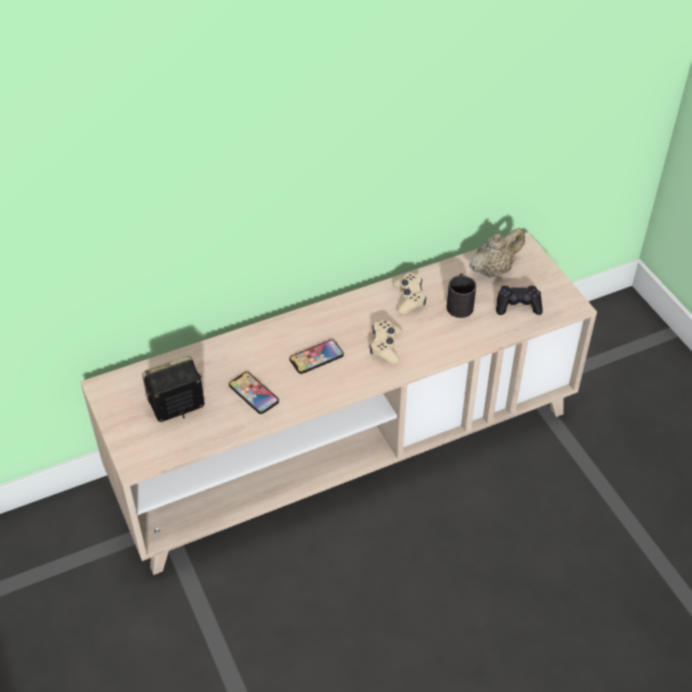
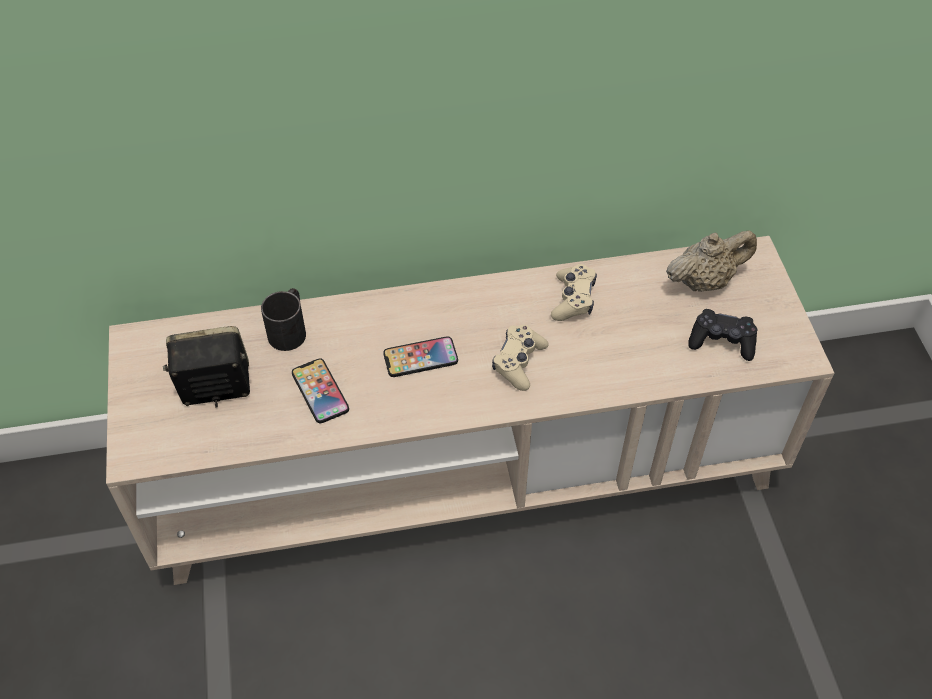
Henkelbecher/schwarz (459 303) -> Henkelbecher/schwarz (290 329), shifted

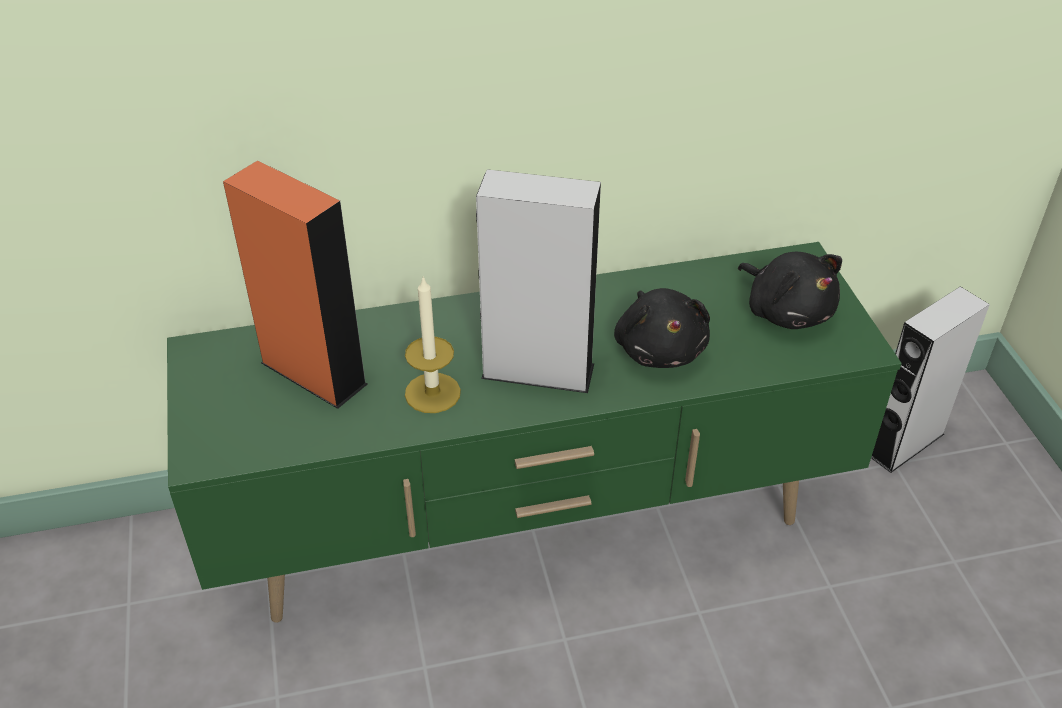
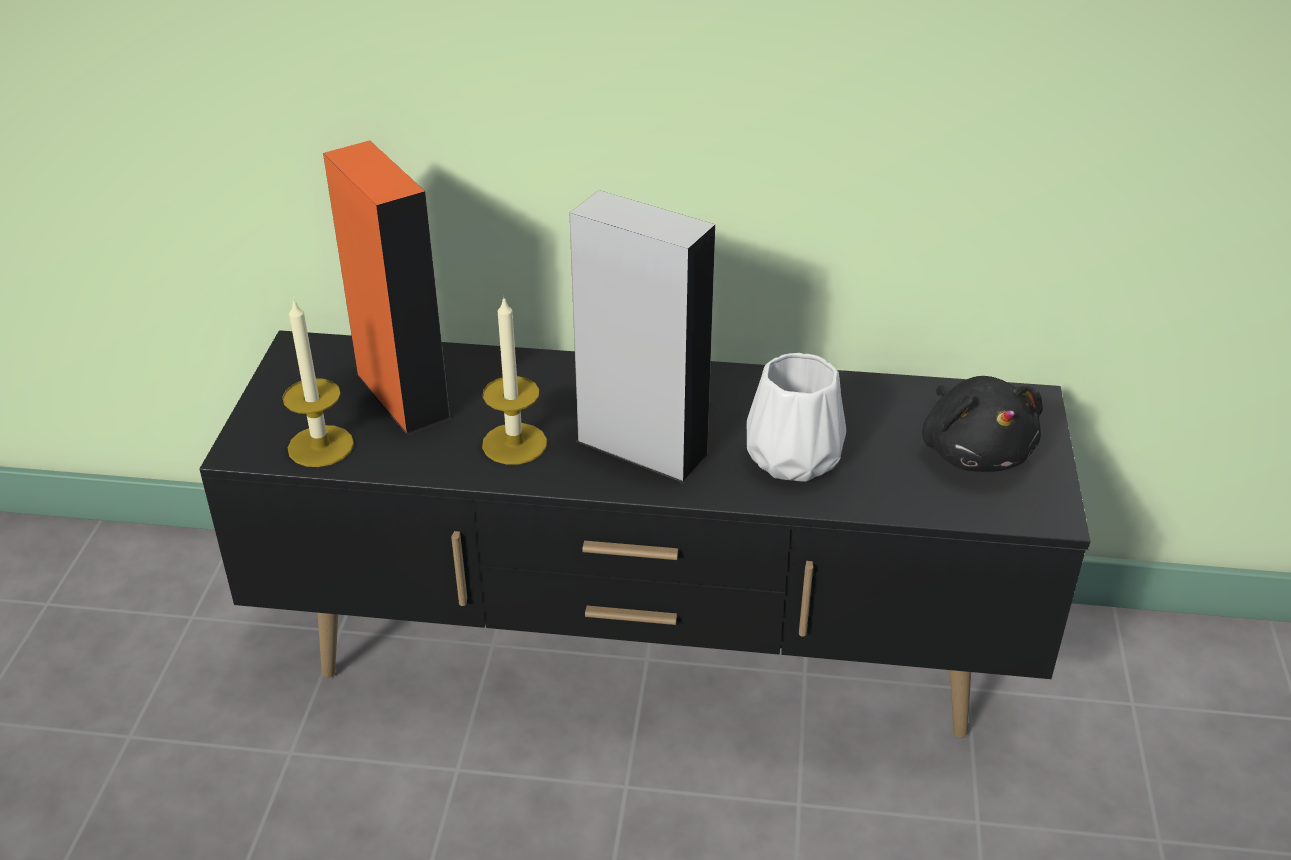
Fernsehschrank/grün (532 526) -> Fernsehschrank/schwarz (648 655)
none -> Kerze (320 446)
Plüschtier/schwarz (660 348) -> Vase/weiß (795 457)
Lautsprecher/grau (904 443) -> none

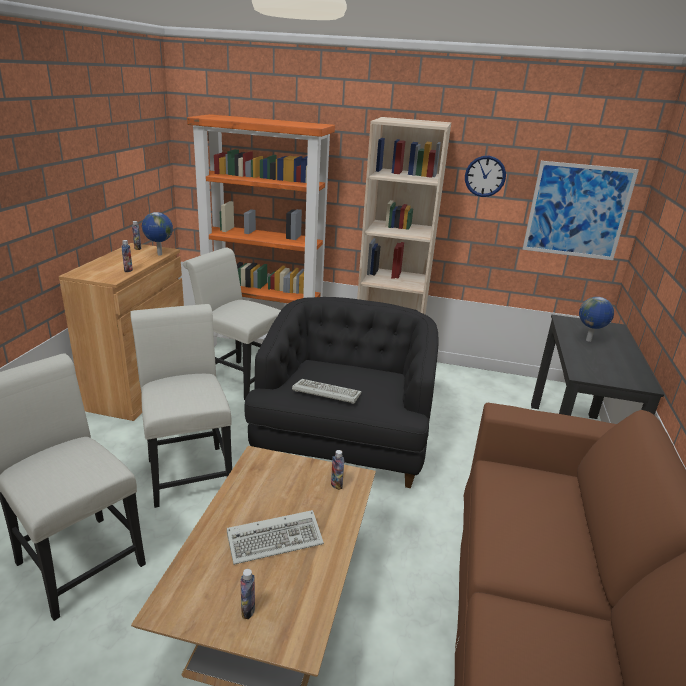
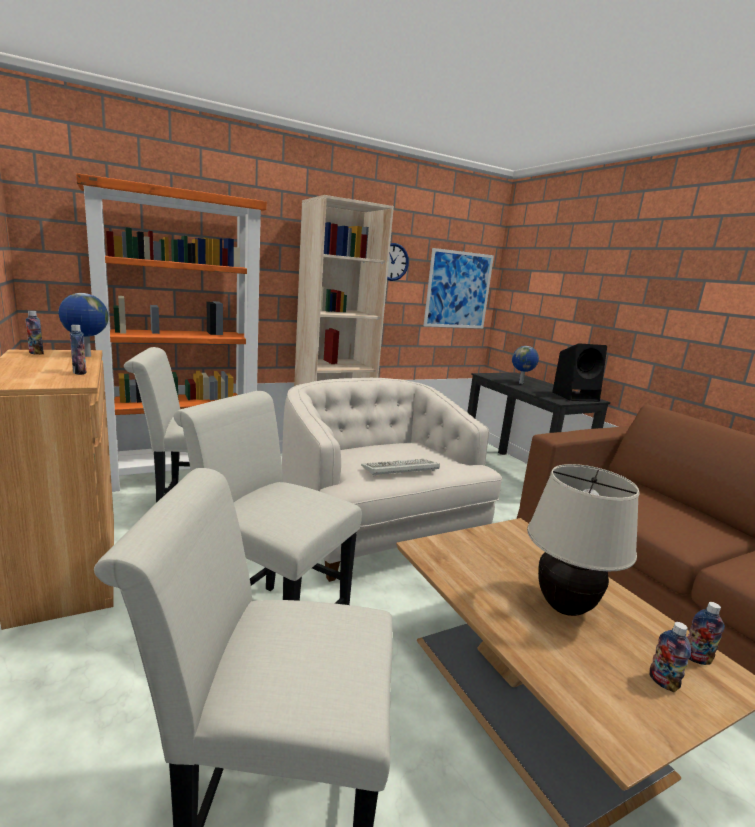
Sessel/schwarz (343 440) -> Sessel/weiß (377 530)
Tastatur (276 538) -> Tischlampe/beige (564 607)
none -> Lautsprecher/schwarz (576 396)
Flasche (336 485) -> Flasche (696 658), shifted

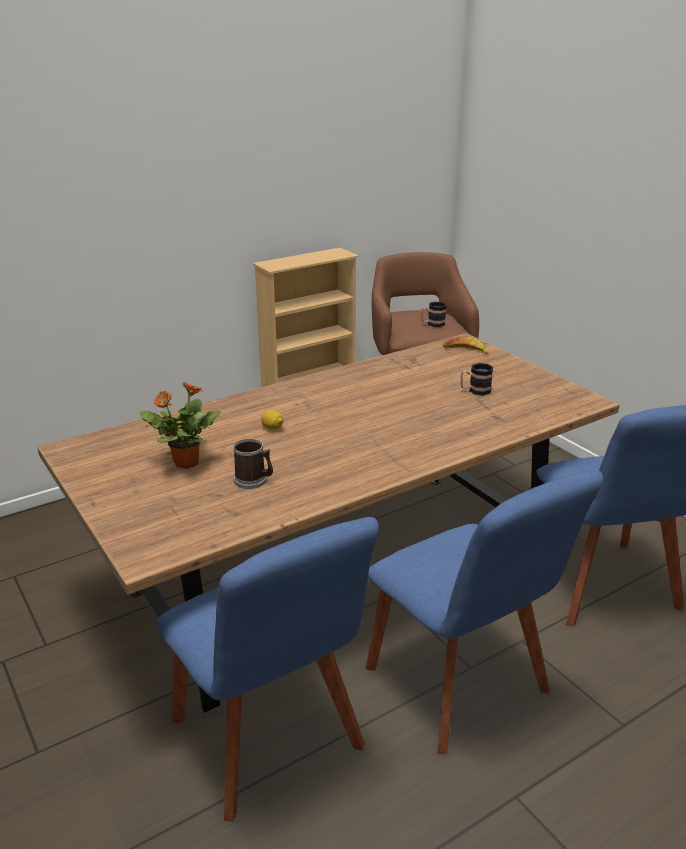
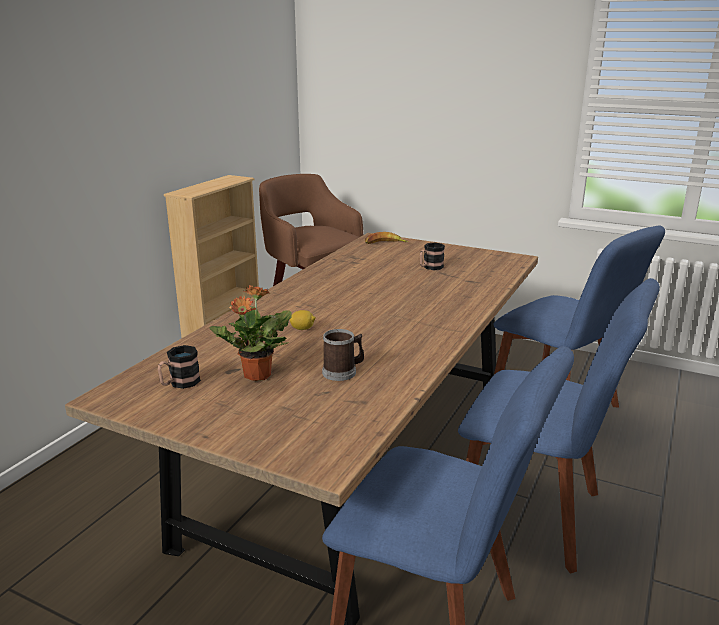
Henkelbecher (432 324) -> Henkelbecher (179 383), shifted

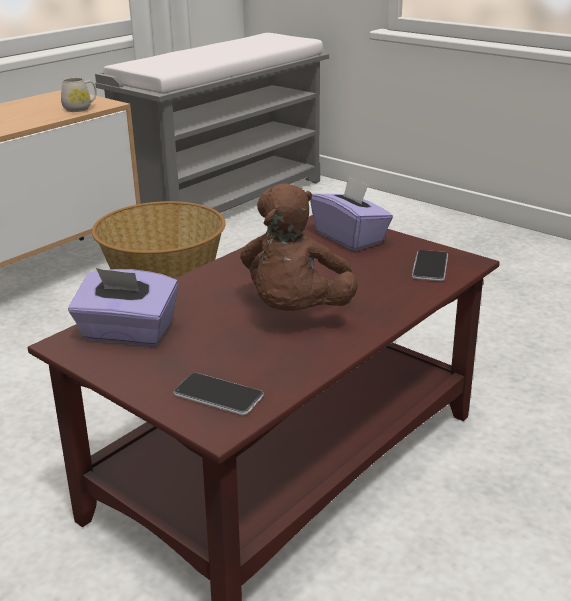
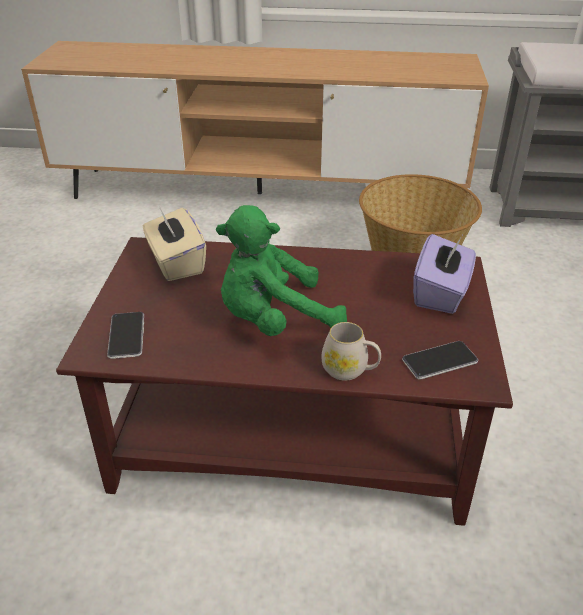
Taschentuchbox/lila (127 333) -> Taschentuchbox/beige (176 263)
Plüschtier/braun (296 312) -> Plüschtier/grün (274 320)
Henkelbecher/weiß (80 108) -> Henkelbecher/weiß (350 370), shifted

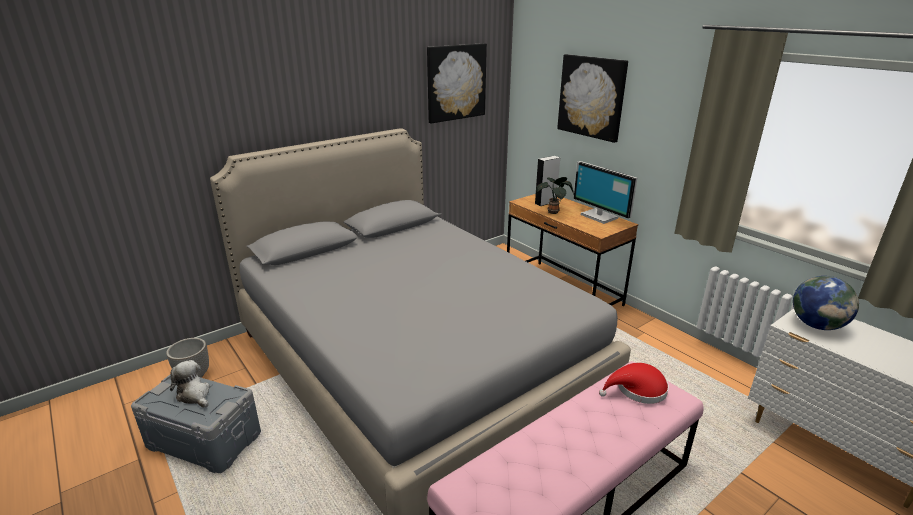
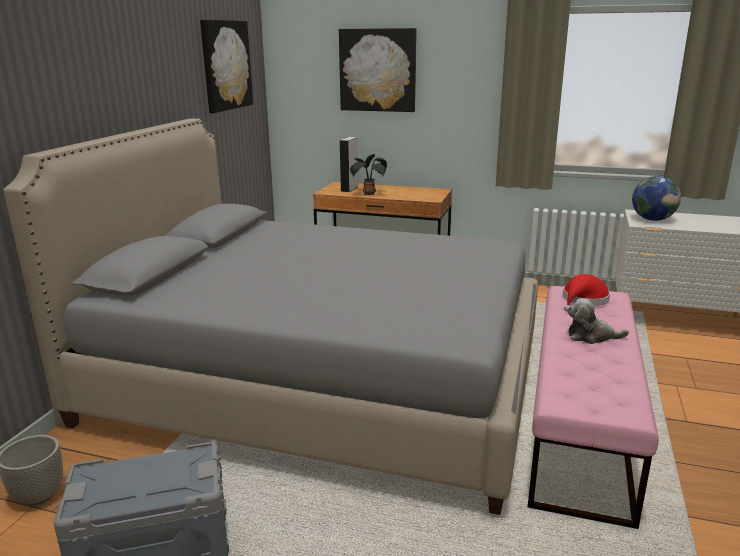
Plüschtier (194 395) -> Plüschtier (591 336), shifted
Monitor (600 216) -> none

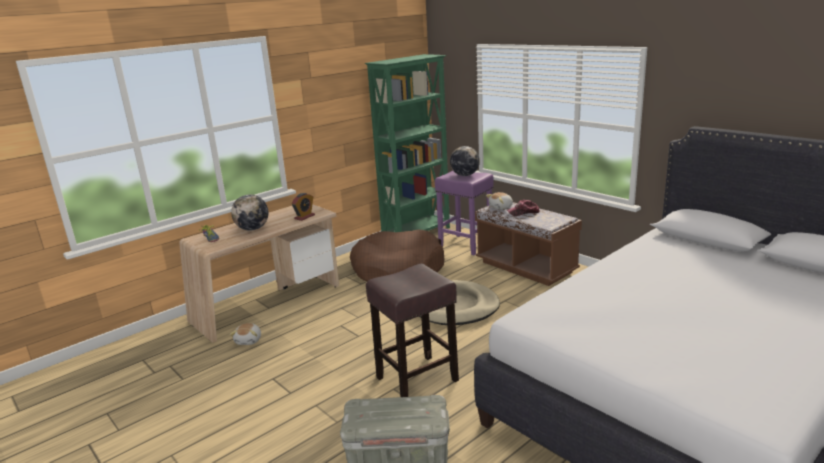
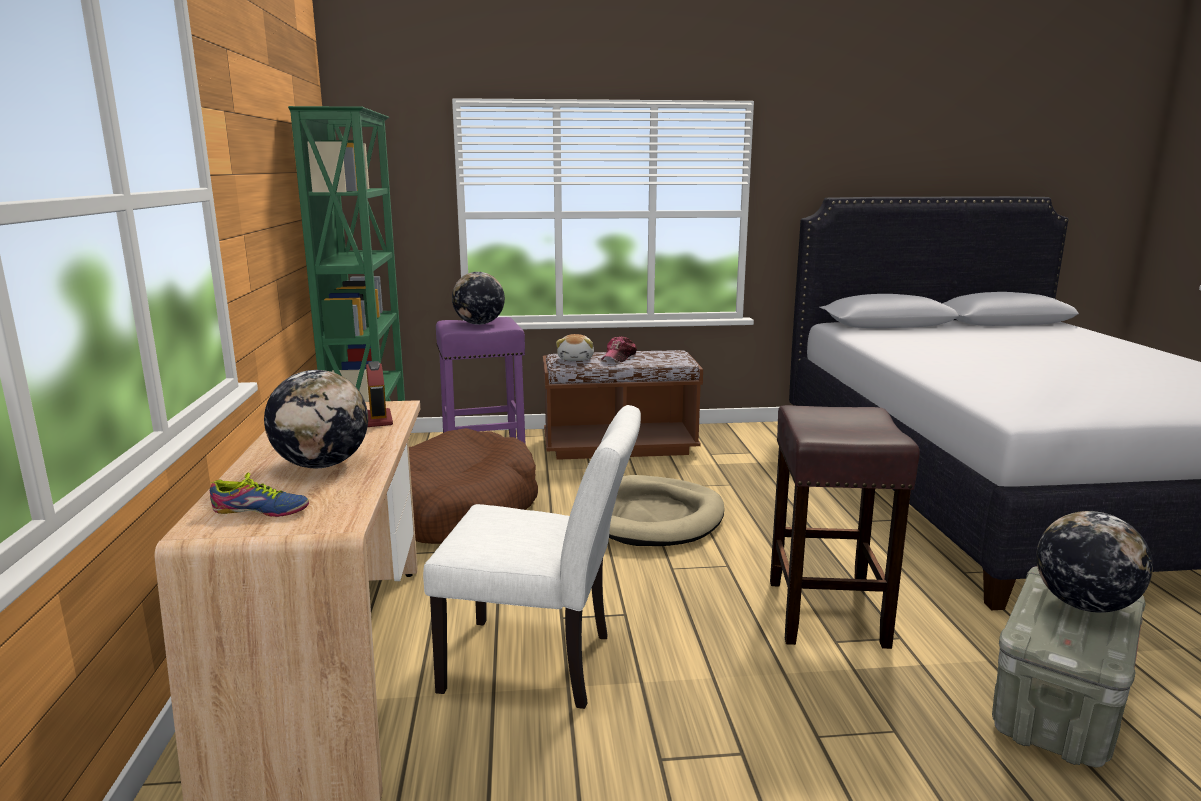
none -> Stuhl/weiß (542 664)
none -> Globus (1083 605)
Plüschtier (249 340) -> none

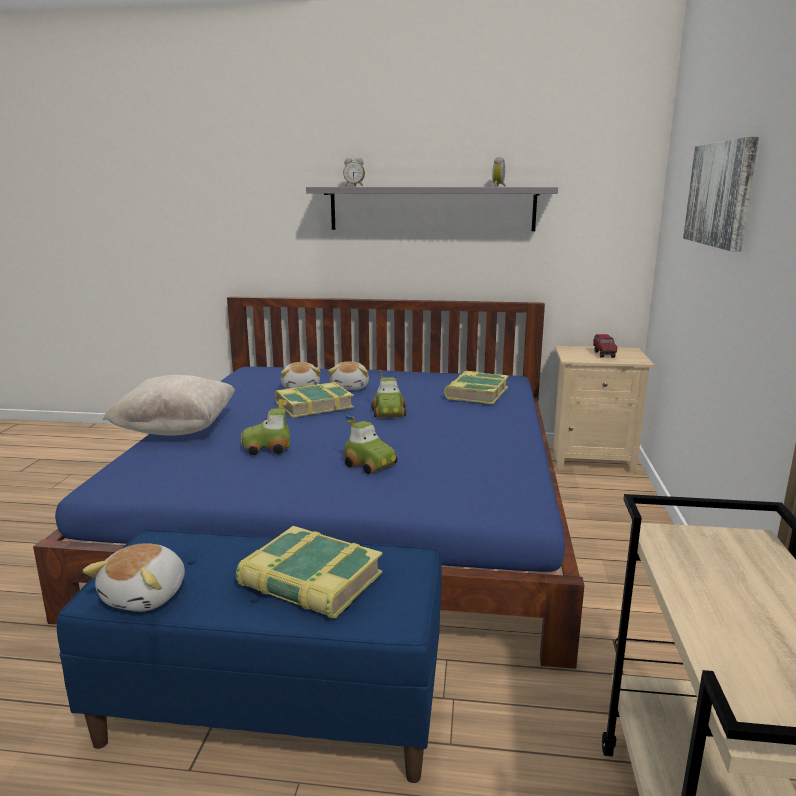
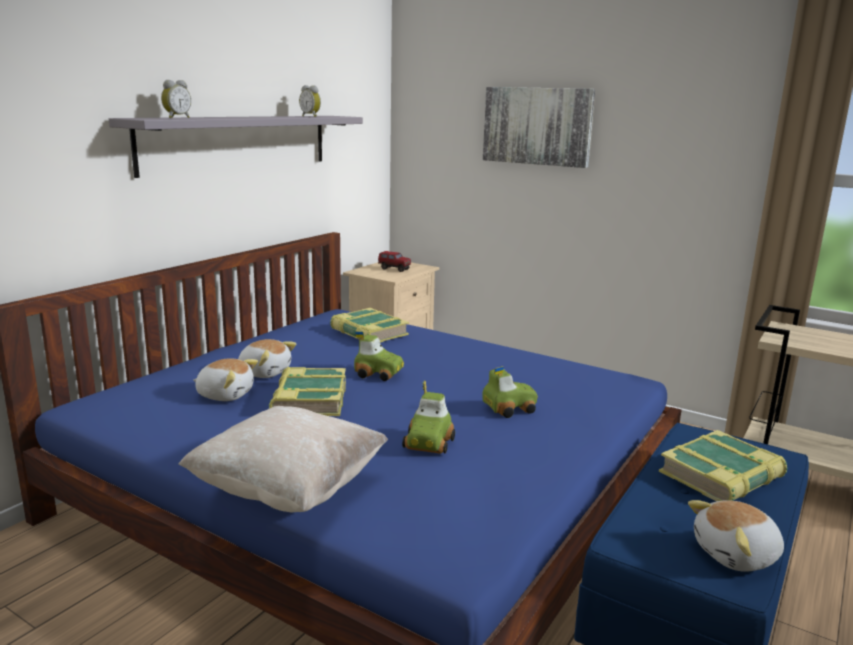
Plüschtier (146 596) -> Plüschtier (737 555), 120 degrees clockwise

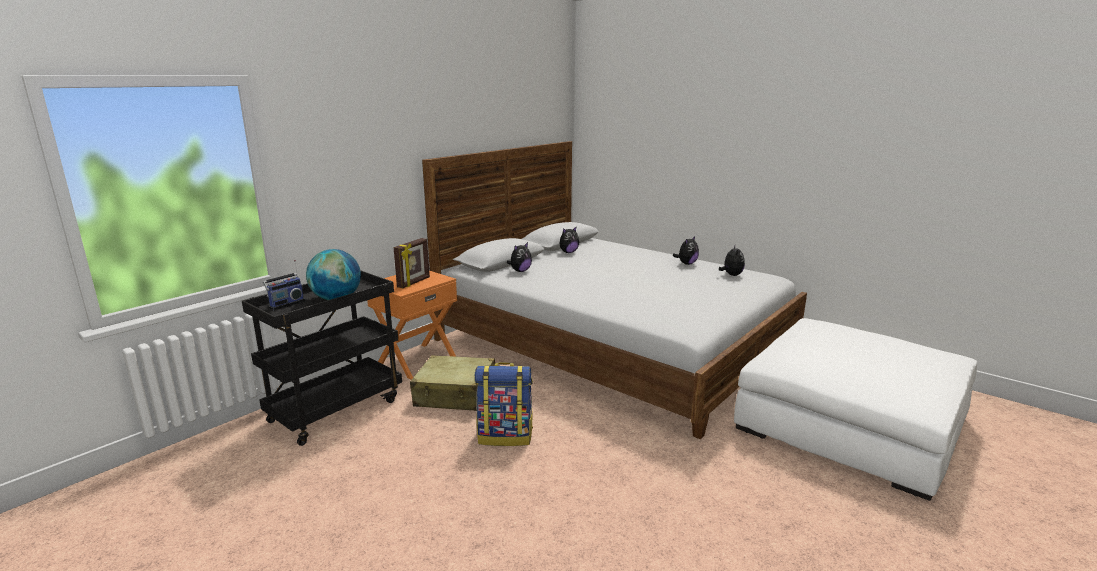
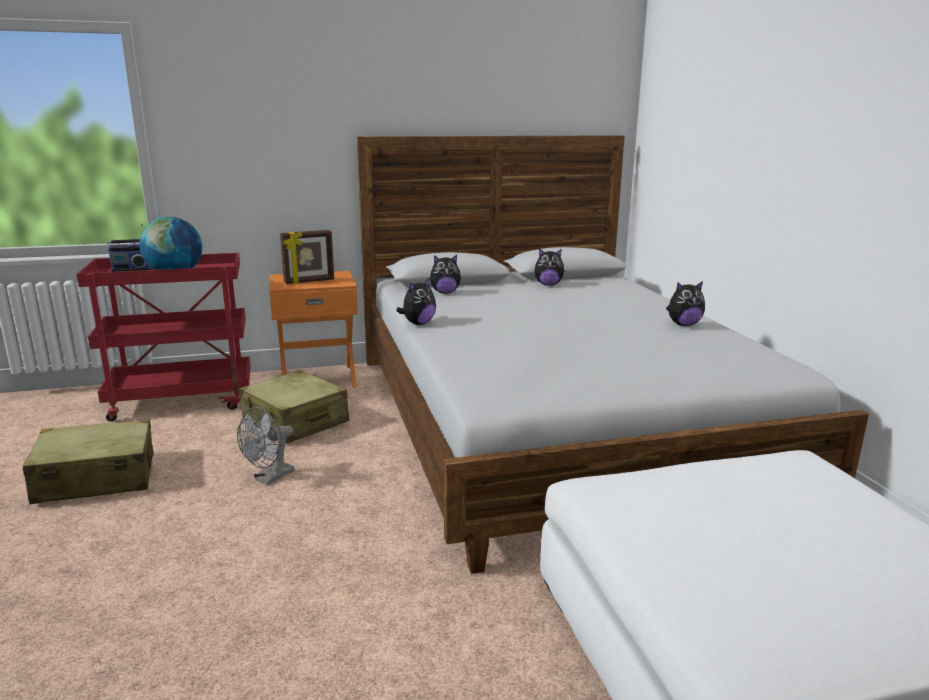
none -> Koffer/beige (96 478)
Rollwagen/schwarz (336 409) -> Rollwagen/rot (183 400)
Rucksack (505 436) -> Ventilator/grau (269 478)
Plüschtier (731 275) -> Plüschtier (418 323), shifted

